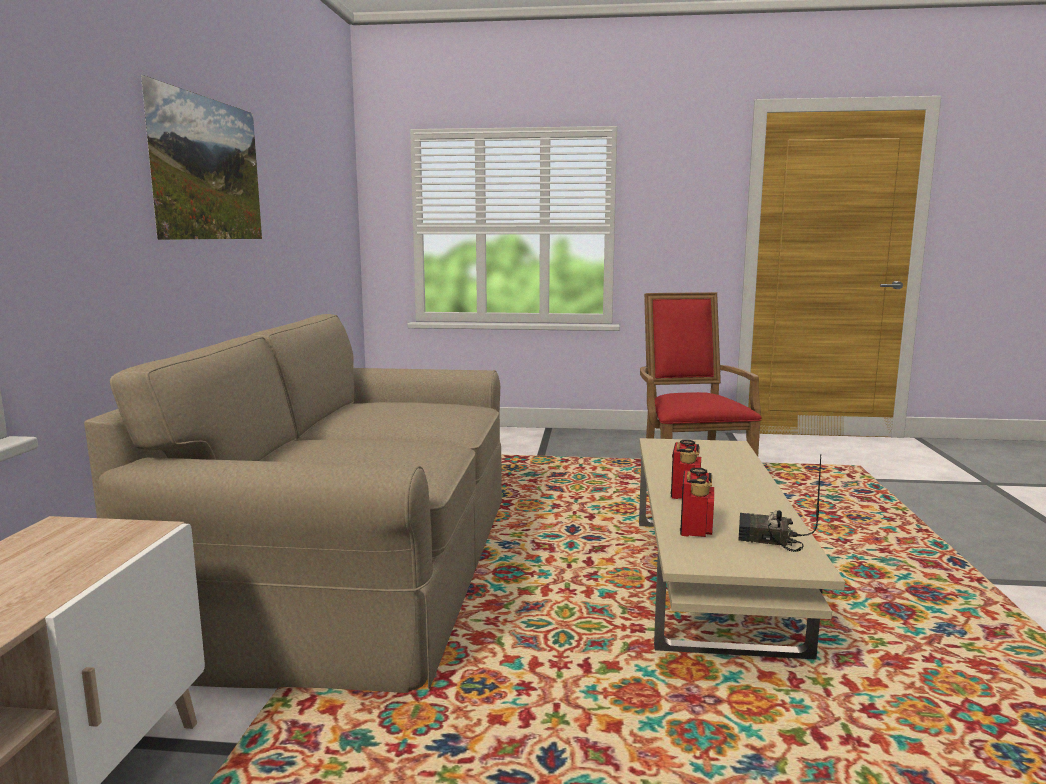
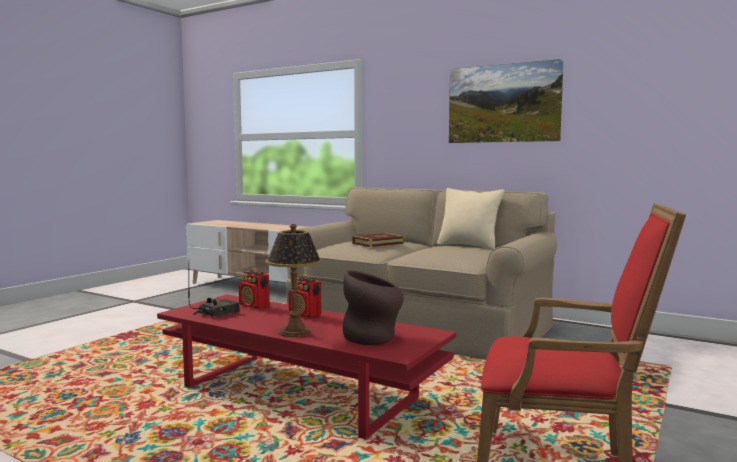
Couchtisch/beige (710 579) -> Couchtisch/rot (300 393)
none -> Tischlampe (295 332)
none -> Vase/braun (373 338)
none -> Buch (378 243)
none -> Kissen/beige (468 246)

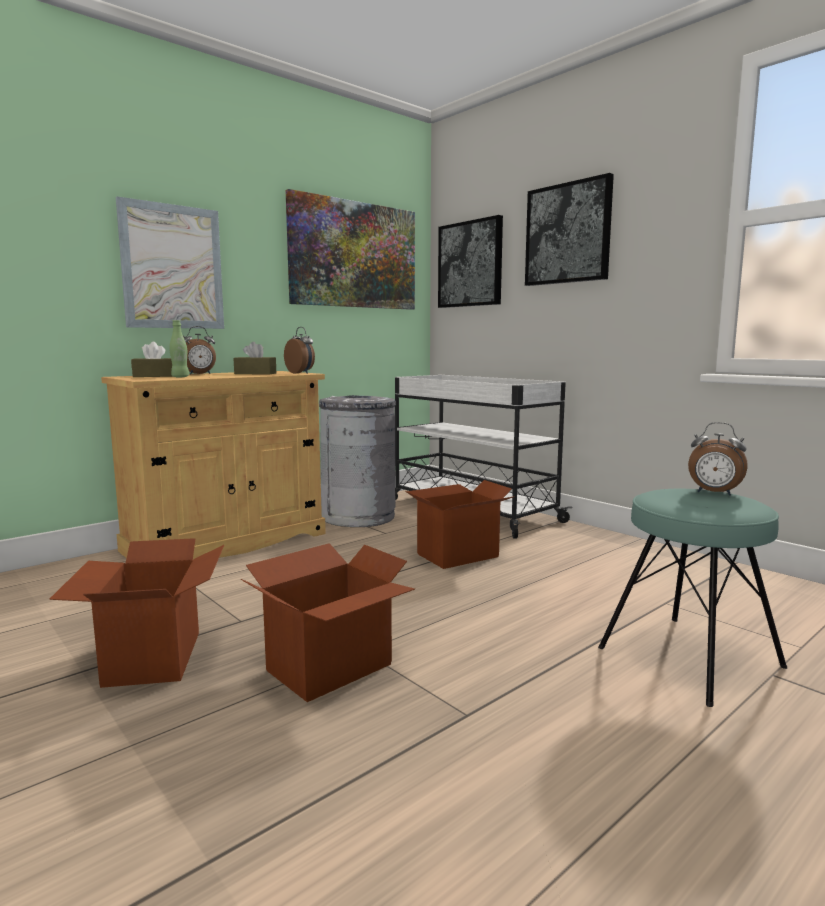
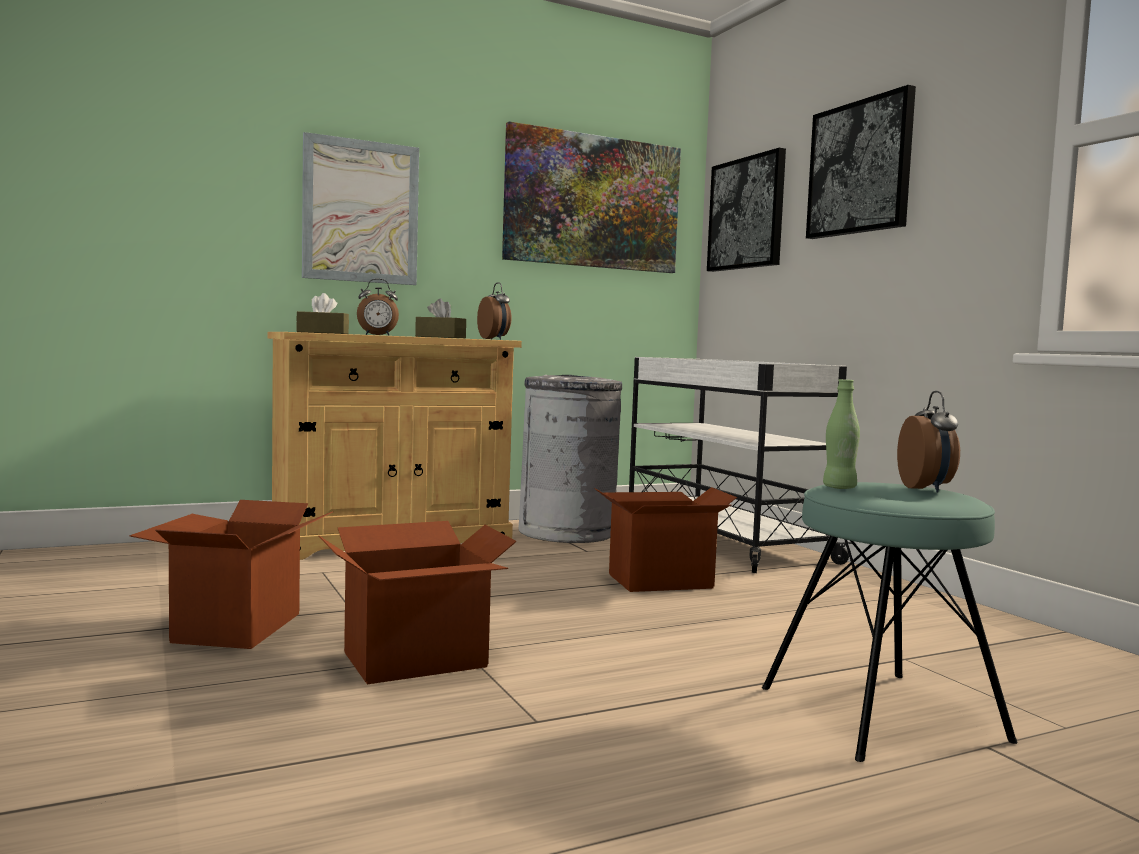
Flasche/grün (180 377) -> Flasche/grün (839 488), shifted
Wecker (714 493) -> Wecker (927 489), 135 degrees counterclockwise

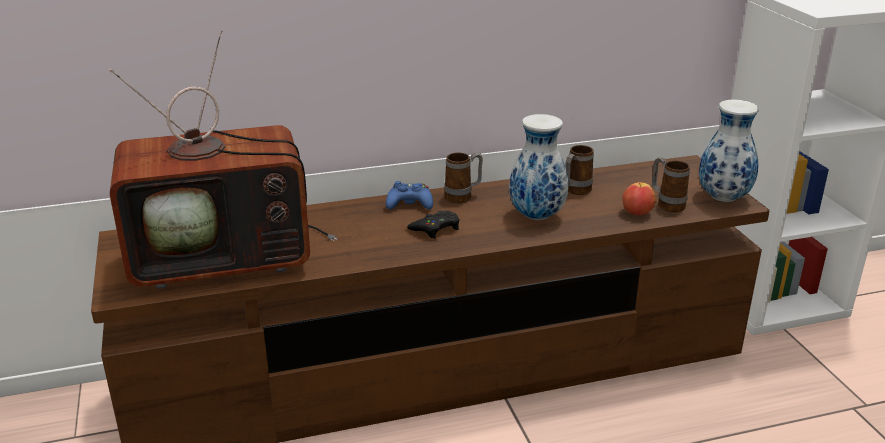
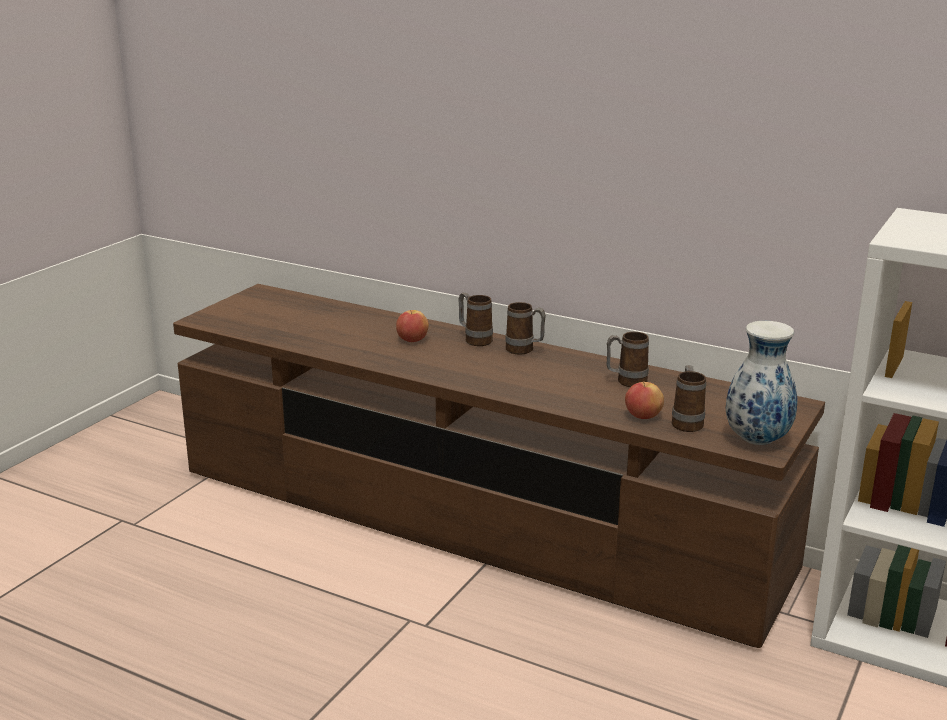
none -> Apfel (412 340)
Gamepad/blau (409 204) -> Henkelbecher (474 339)
Fernseher (227 257) -> none
Gamepad/schwarz (436 228) -> none
Vase (536 216) -> none

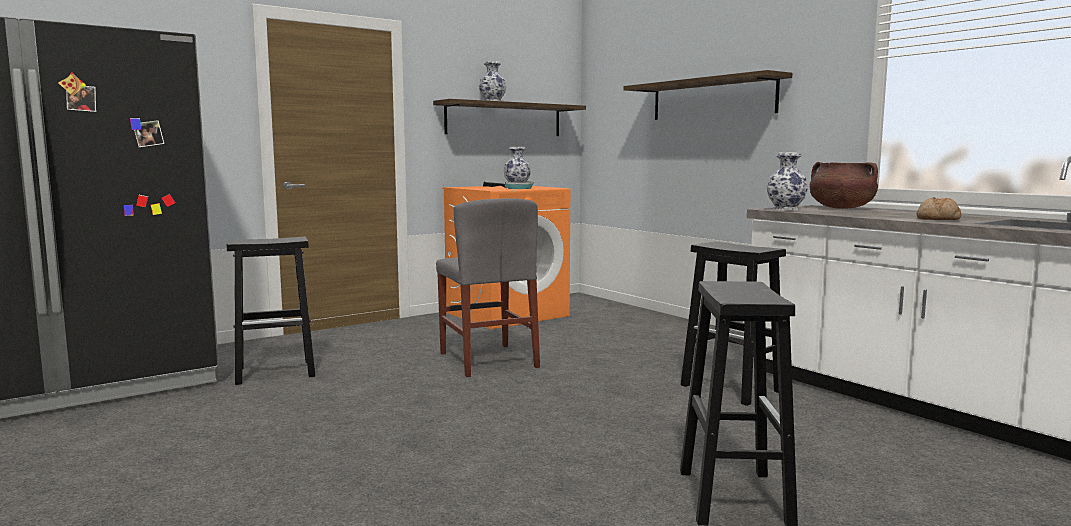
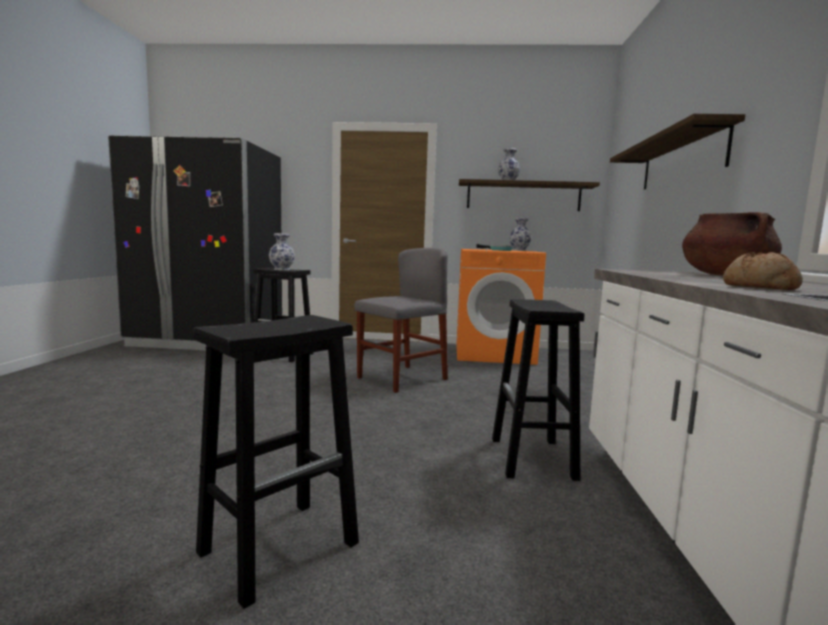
Vase (786 209) -> Vase (282 269), shifted
Stuhl/grau (488 360) -> Stuhl/grau (402 378), 150 degrees counterclockwise

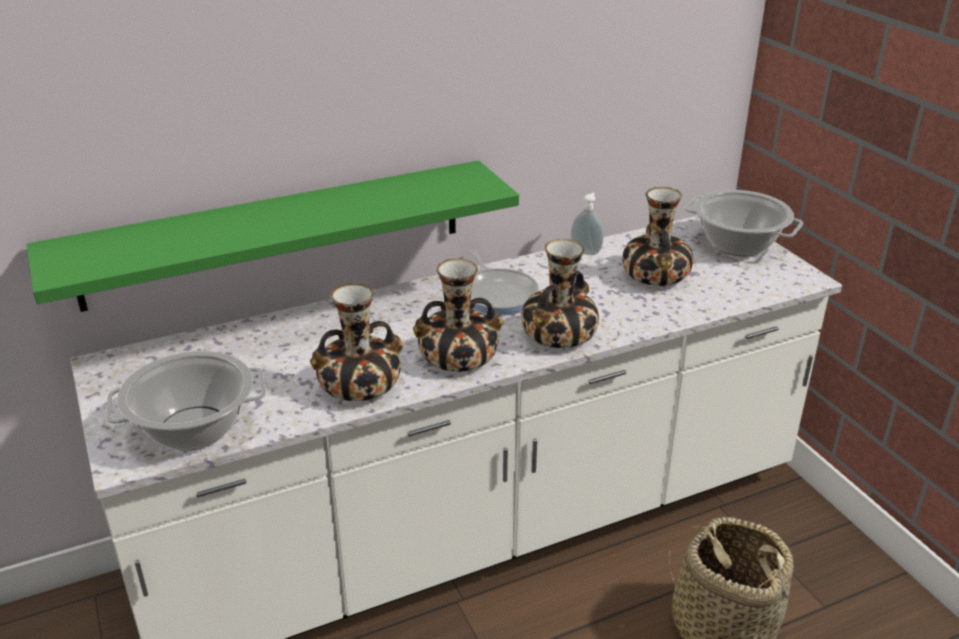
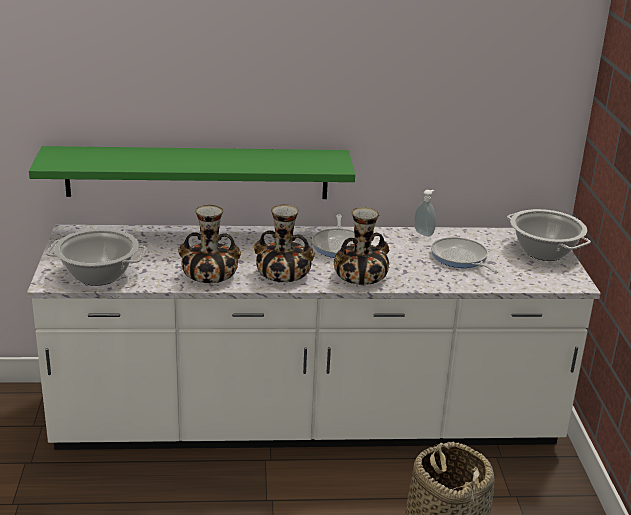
Vase (655 277) -> Pfanne (460 258)

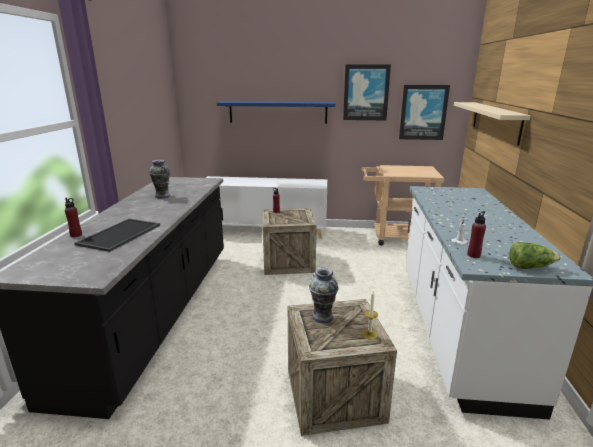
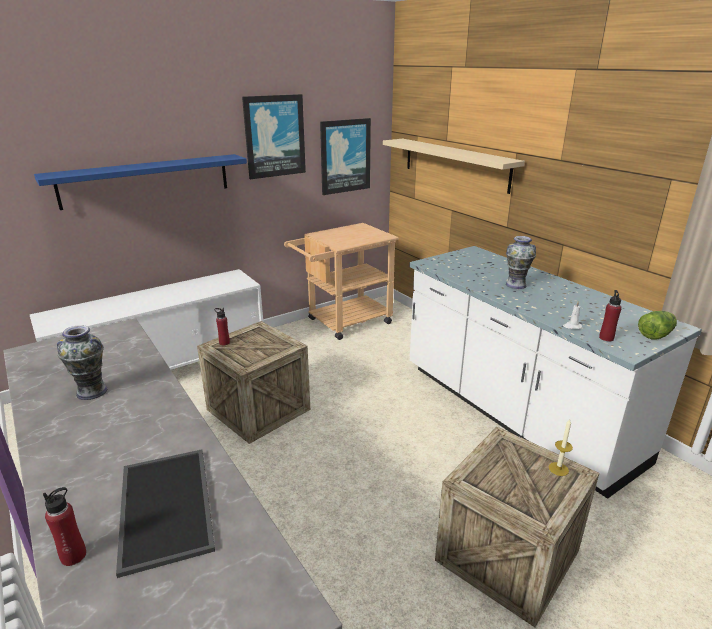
Vase (323 317) -> Vase (516 285), shifted

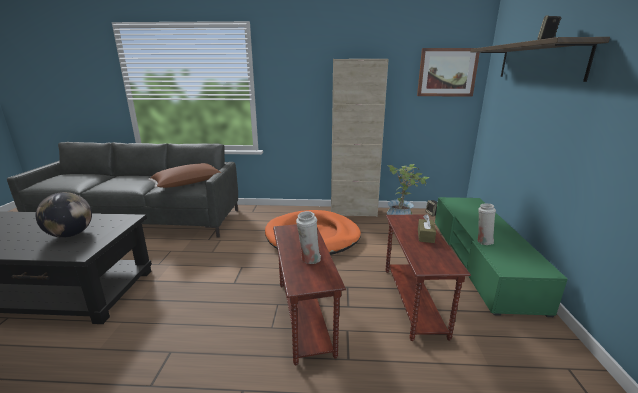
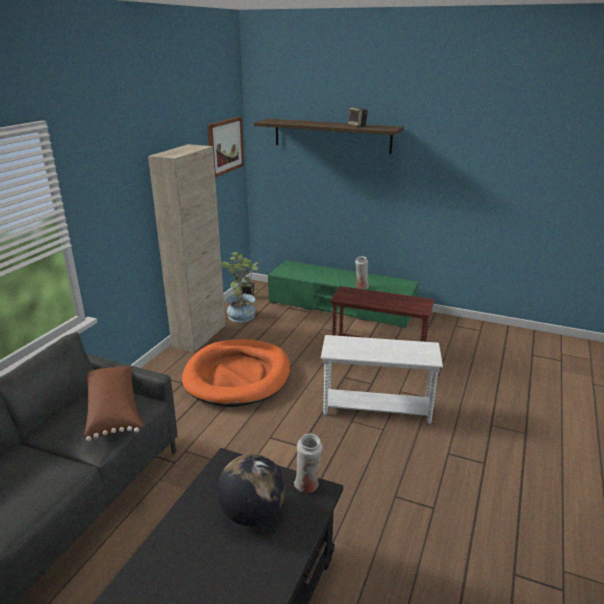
Vase/weiß (309 259) -> Vase/weiß (308 486), shifted
Beistelltisch/braun (305 317) -> Beistelltisch/weiß (376 408)
Taschentuchbox/braun (425 236) -> none

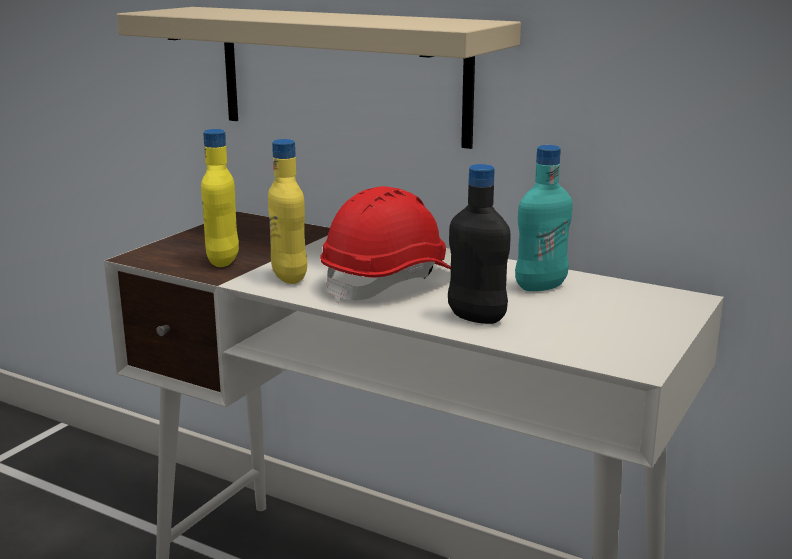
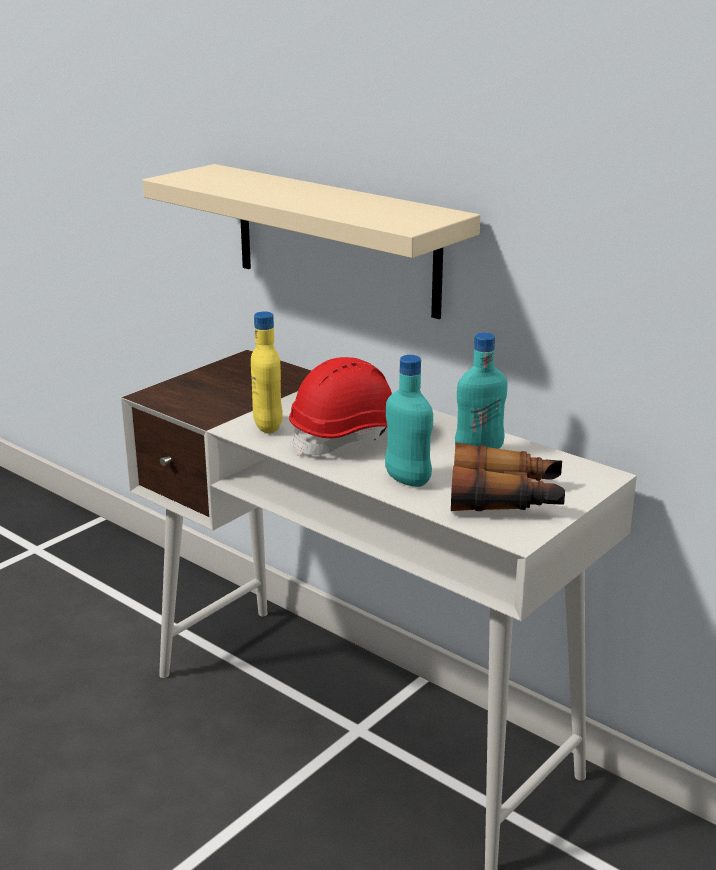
Flasche/schwarz (476 318) -> Flasche/türkis (407 480)
none -> Fernglas (506 498)
Flasche/gelb (223 261) -> none

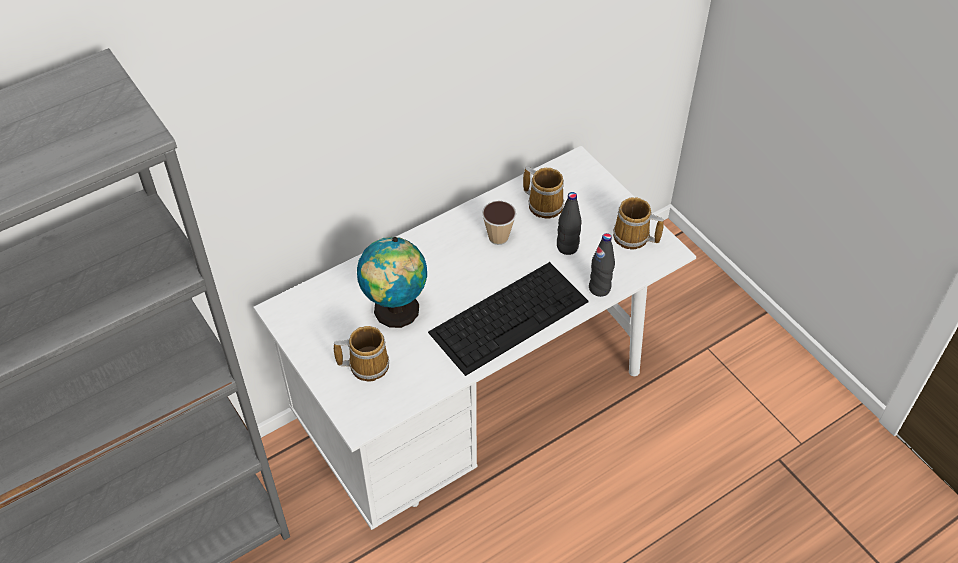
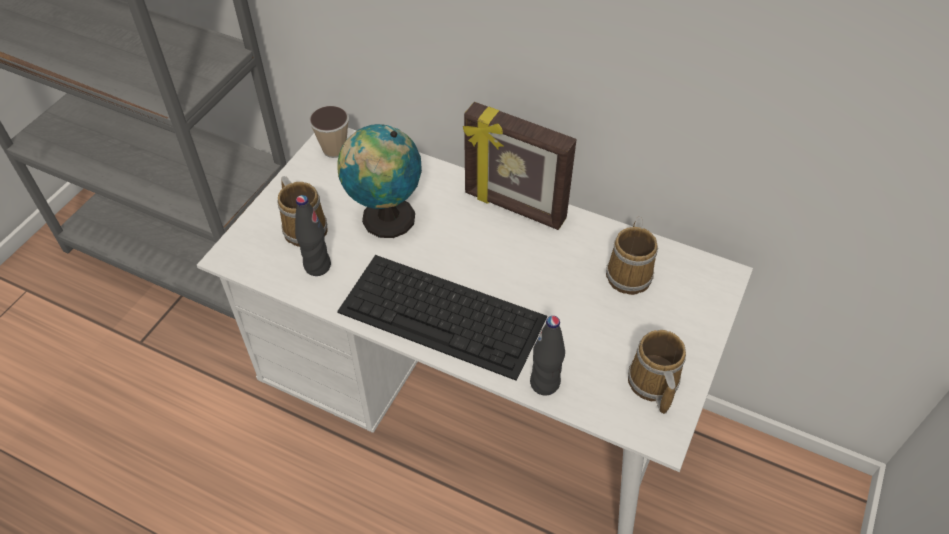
Flasche/schwarz (567 247) -> Flasche/schwarz (317 266), shifted
Tasse (498 237) -> Tasse (334 150), shifted
none -> Bilderrahmen (514 207)

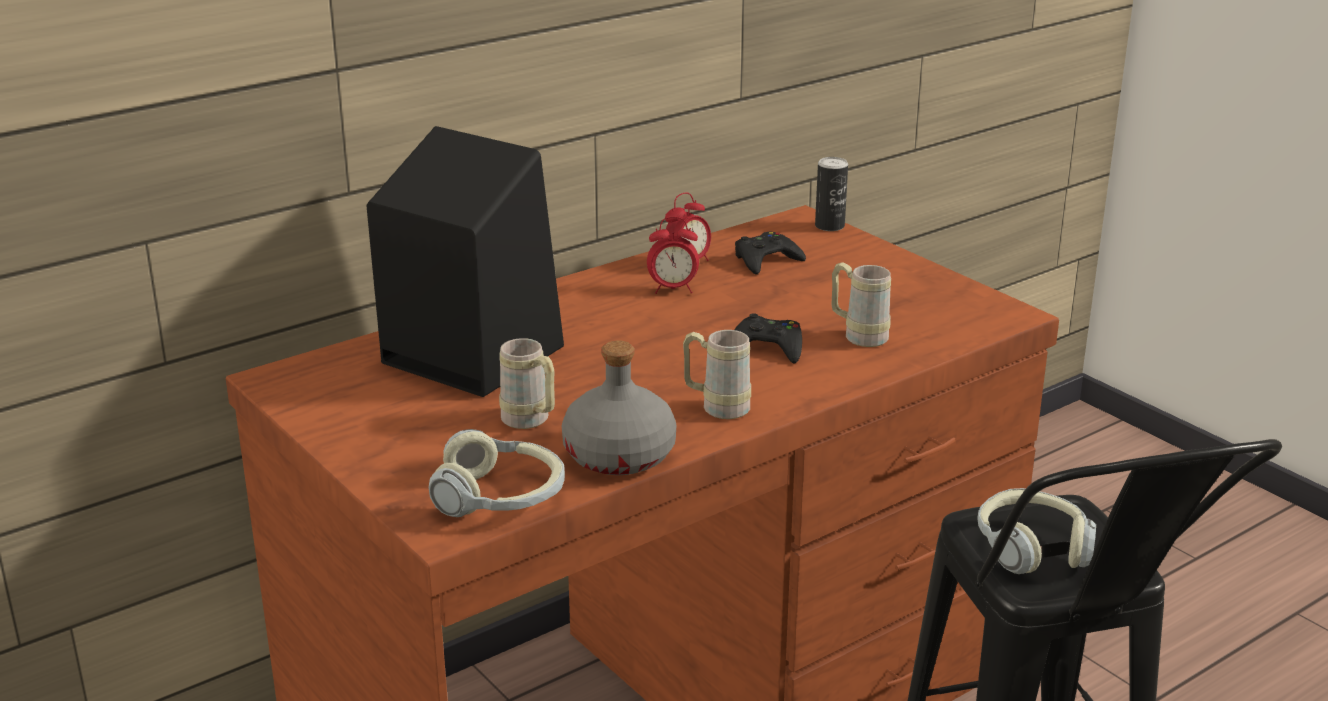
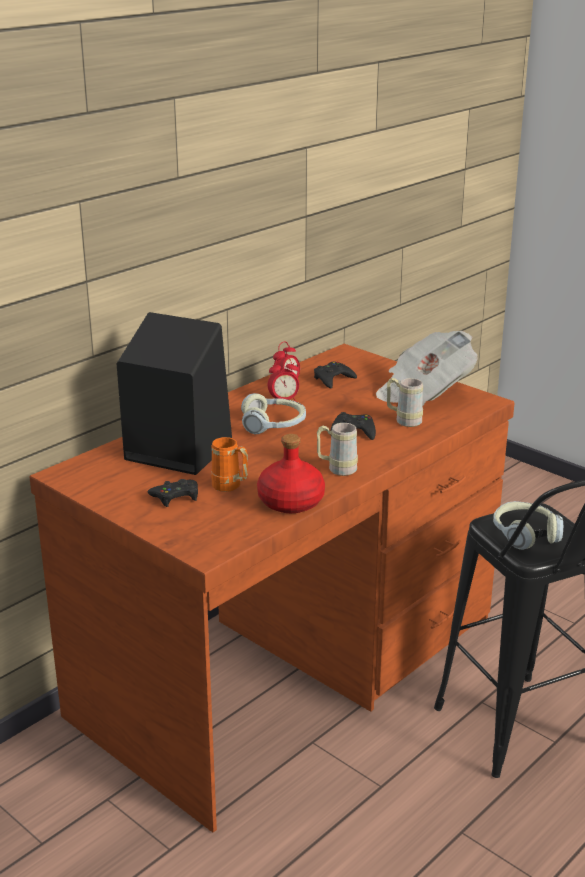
none -> Gamepad/schwarz (175 497)
Henkelbecher/beige (530 422) -> Henkelbecher/orange (230 487)
Kopfhörer (501 498) -> Kopfhörer (273 425), shifted
Flasche/grau (619 456) -> Flasche/rot (291 502)
none -> Zeitung (424 393)
Dose (829 226) -> none

